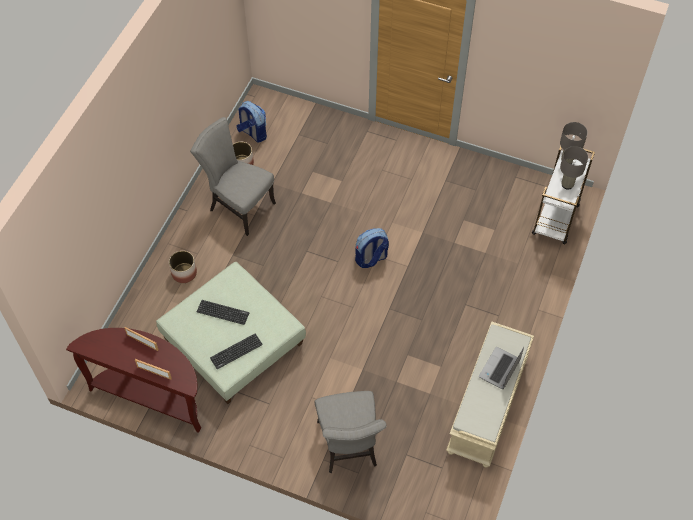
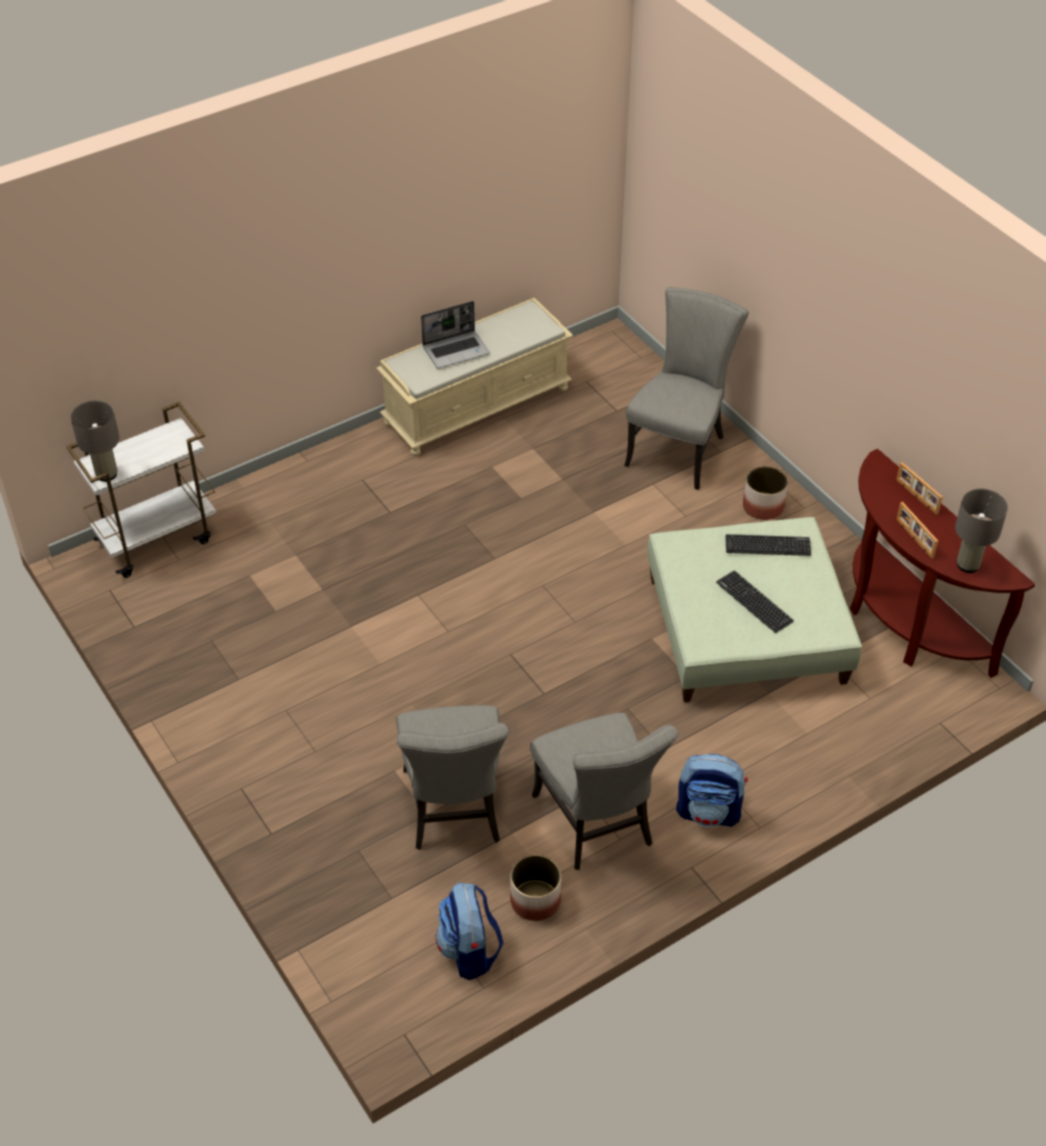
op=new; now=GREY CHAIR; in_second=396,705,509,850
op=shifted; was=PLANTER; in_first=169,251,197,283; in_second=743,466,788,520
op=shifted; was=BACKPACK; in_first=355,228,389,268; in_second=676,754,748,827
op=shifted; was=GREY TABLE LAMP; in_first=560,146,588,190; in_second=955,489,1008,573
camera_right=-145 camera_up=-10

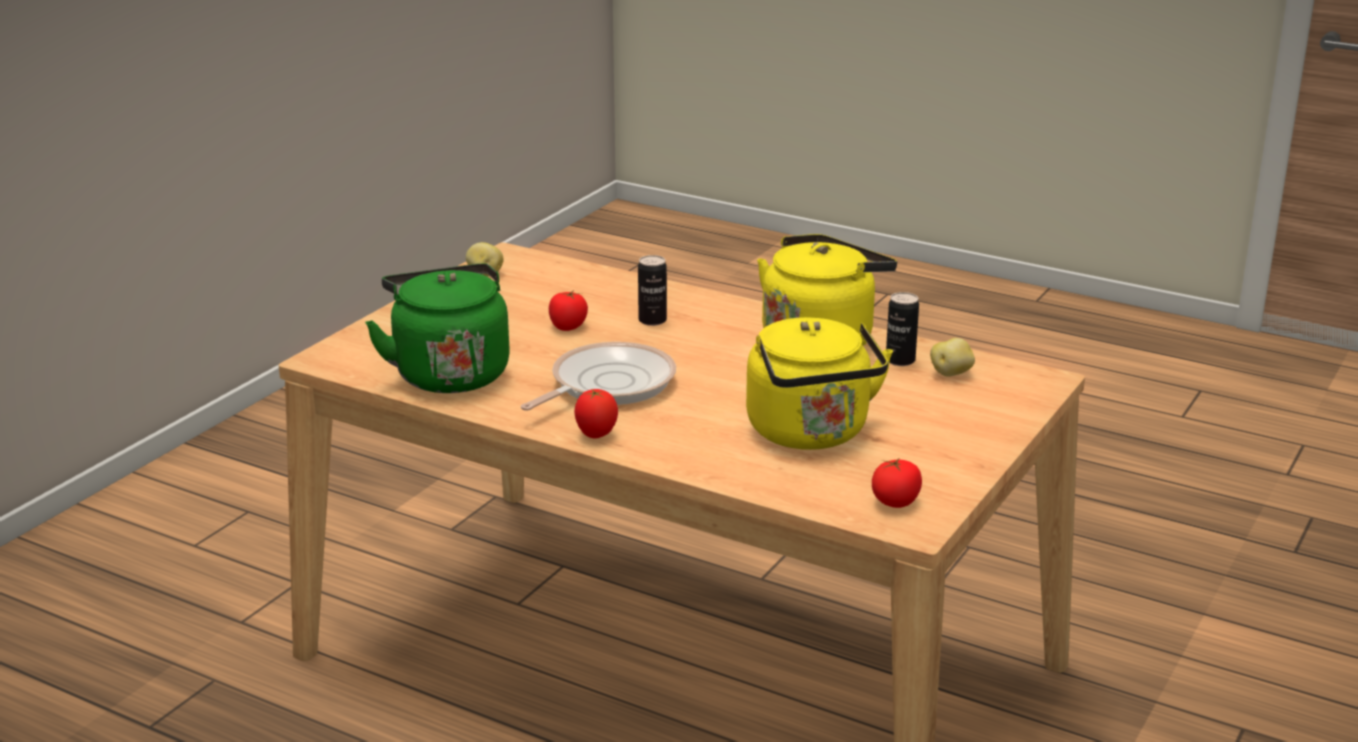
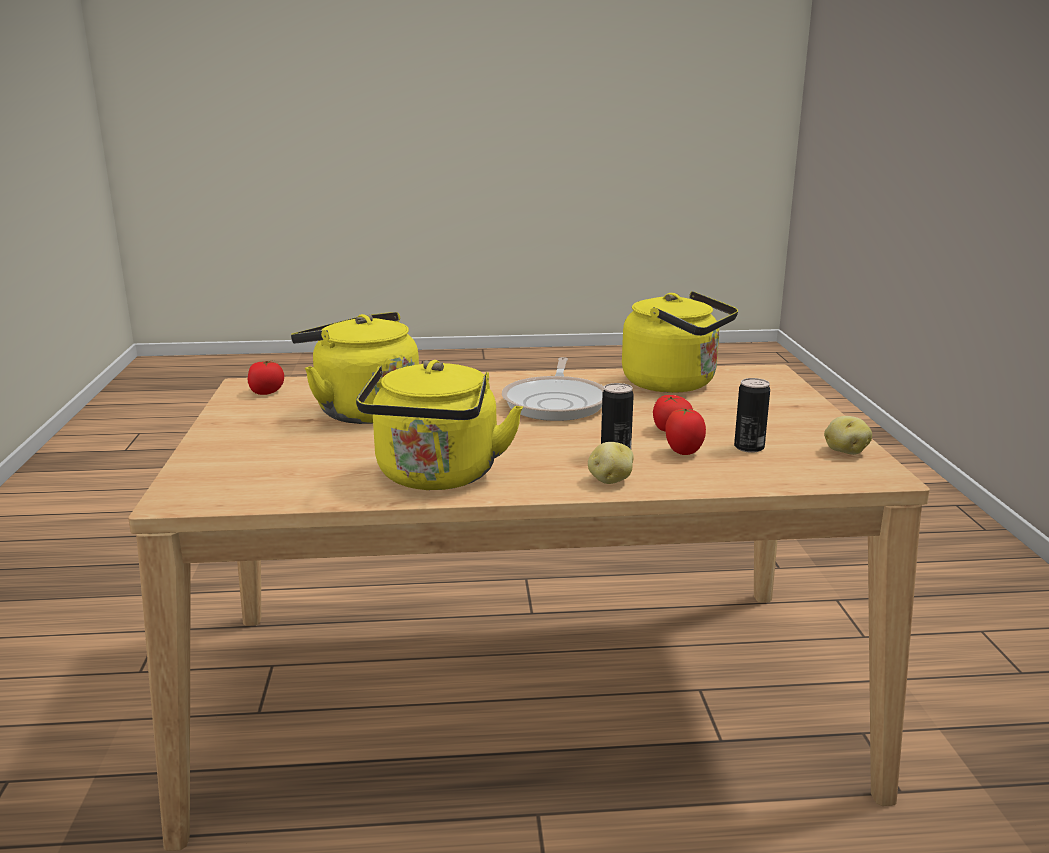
op=shifted; was=TOMATO; in_first=574,389,618,438; in_second=665,408,706,455
op=shifted; was=CAN; in_first=886,292,919,366; in_second=734,378,770,453
op=shifted; was=POTATO; in_first=930,338,975,376; in_second=588,442,634,484
op=repainted; was=GREEN KETTLE; now=YELLOW KETTLE; in_first=365,263,510,393; in_second=622,291,738,393
camera_right=145 camera_up=-5

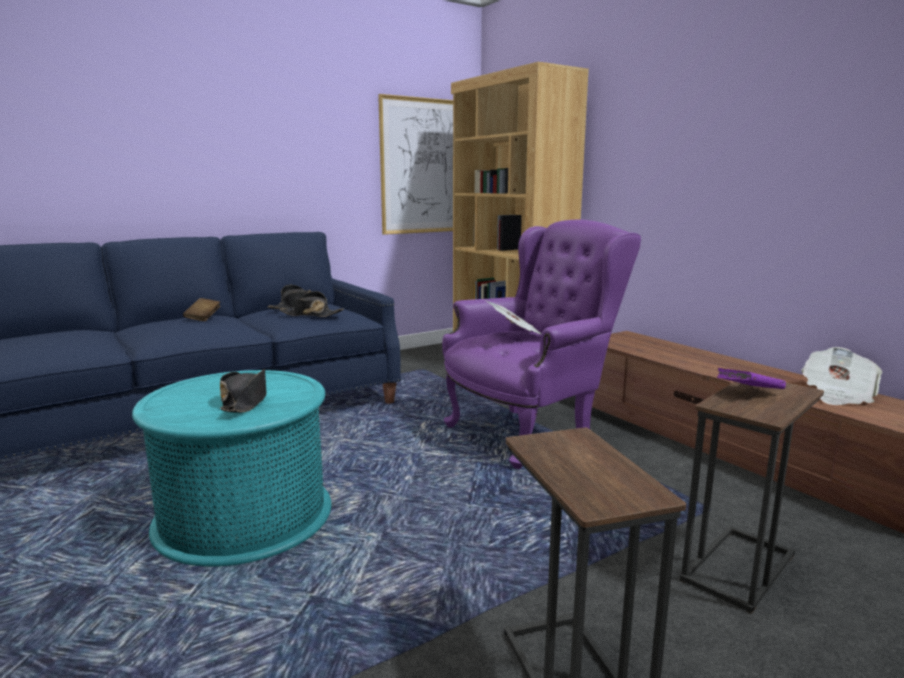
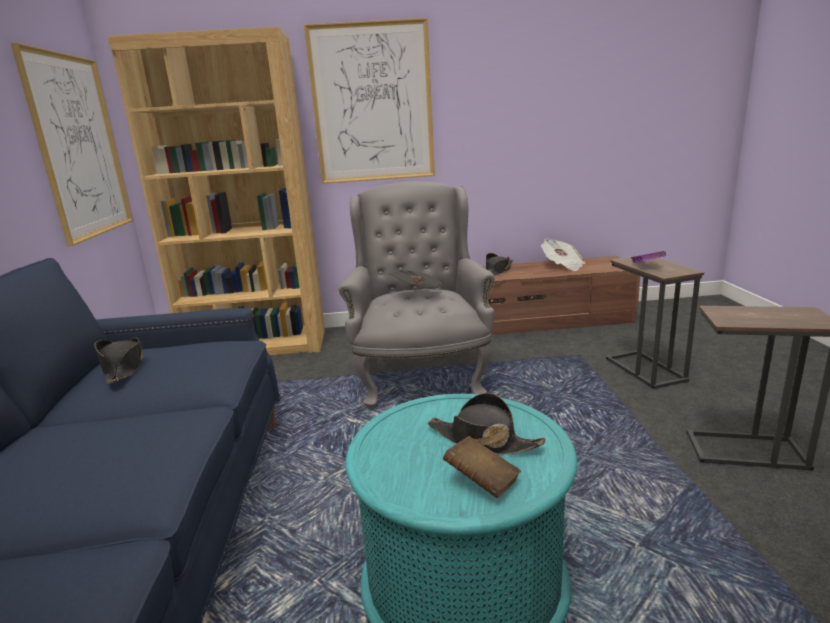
op=new; now=PICTURE; in_second=304,18,435,184
op=shifted; was=BROWN BOOK; in_first=183,298,220,321; in_second=443,436,521,498
op=shifted; was=BLACK HAT; in_first=280,291,344,317; in_second=486,253,513,275
op=repainted; was=PURPLE ARMCHAIR; now=GREY ARMCHAIR; in_first=442,220,641,469; in_second=338,182,495,409
camera_right=-60 camera_up=5

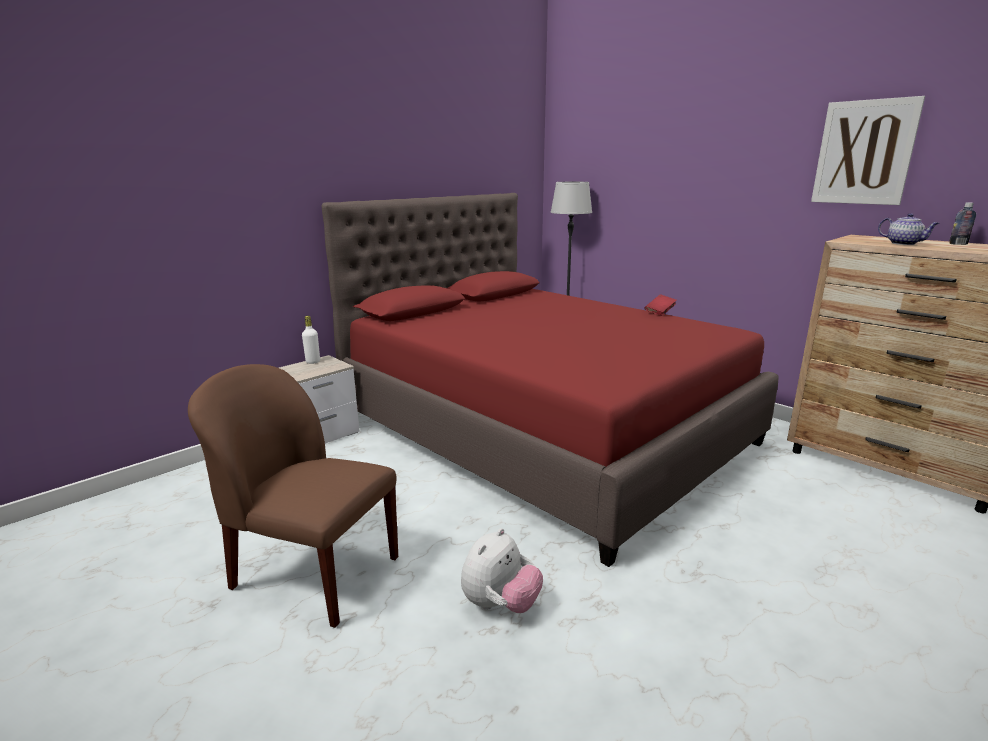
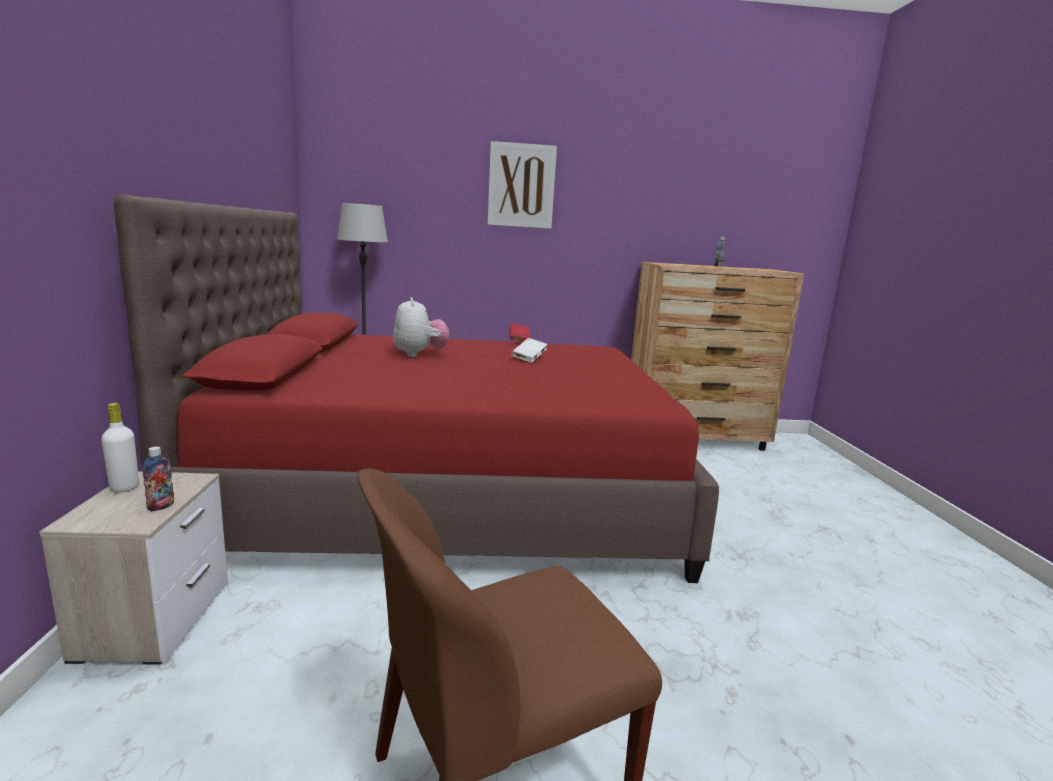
op=gone; was=TEAPOT; in_first=878,213,940,245
op=new; now=BOTTLE; in_second=142,447,174,511
op=new; now=WHITE BOOK; in_second=512,338,548,362
op=shifted; was=PLUSH TOY; in_first=461,528,543,613; in_second=393,297,449,357
op=shifted; was=PICTURE; in_first=811,96,925,205; in_second=488,141,557,229
camera_right=-50 camera_up=-5

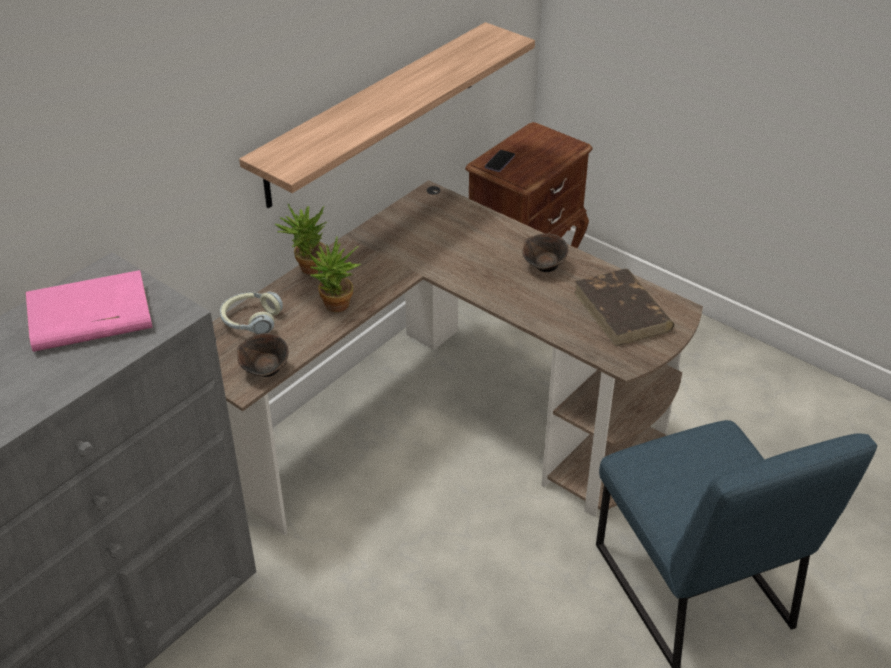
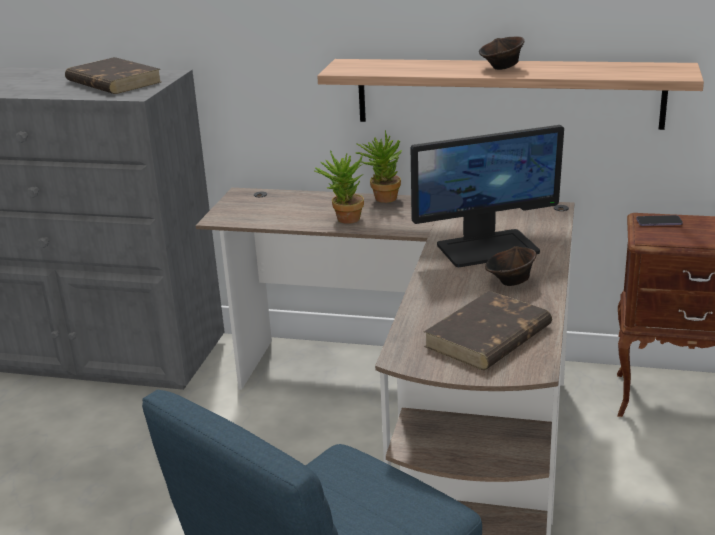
op=gone; was=HEADPHONES; in_first=220,292,283,334
op=new; now=MONITOR; in_second=411,125,564,267
op=shifted; was=BROWN BOWL; in_first=237,333,288,377; in_second=479,37,524,70
op=repainted; was=PINK BOOK; now=BROWN BOOK; in_first=25,270,153,352; in_second=65,57,161,94
camera_right=65 camera_up=-15

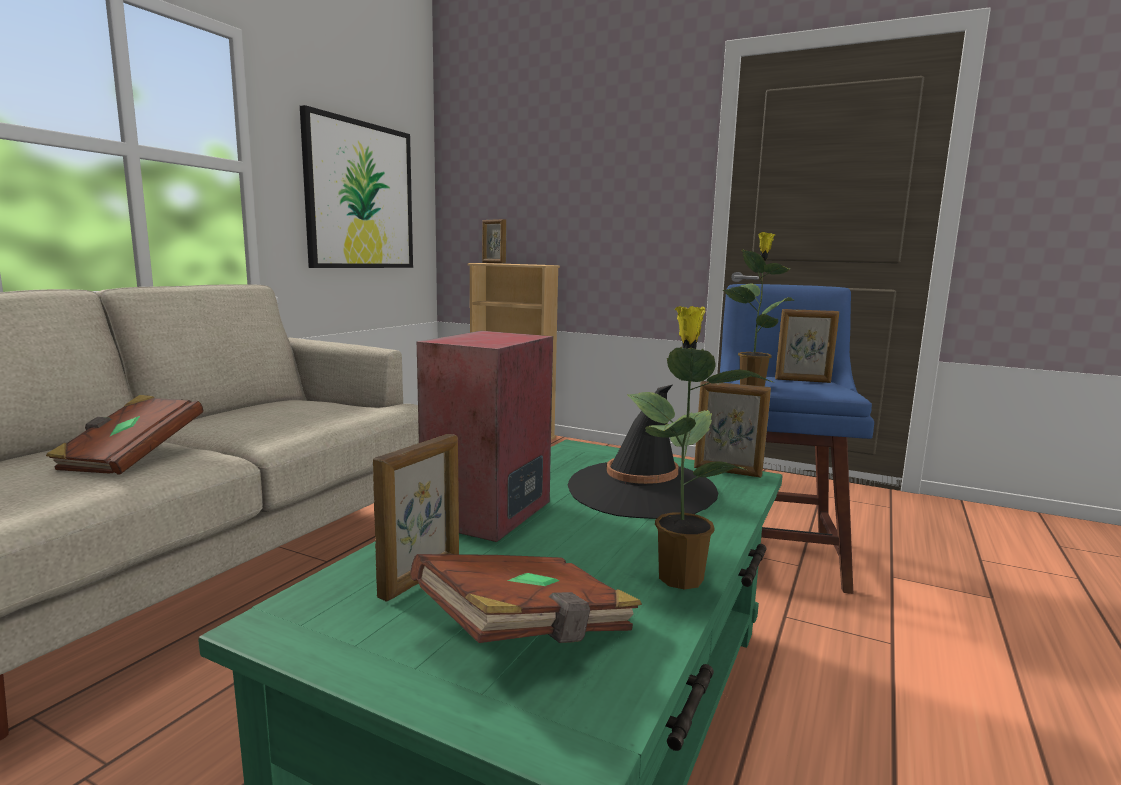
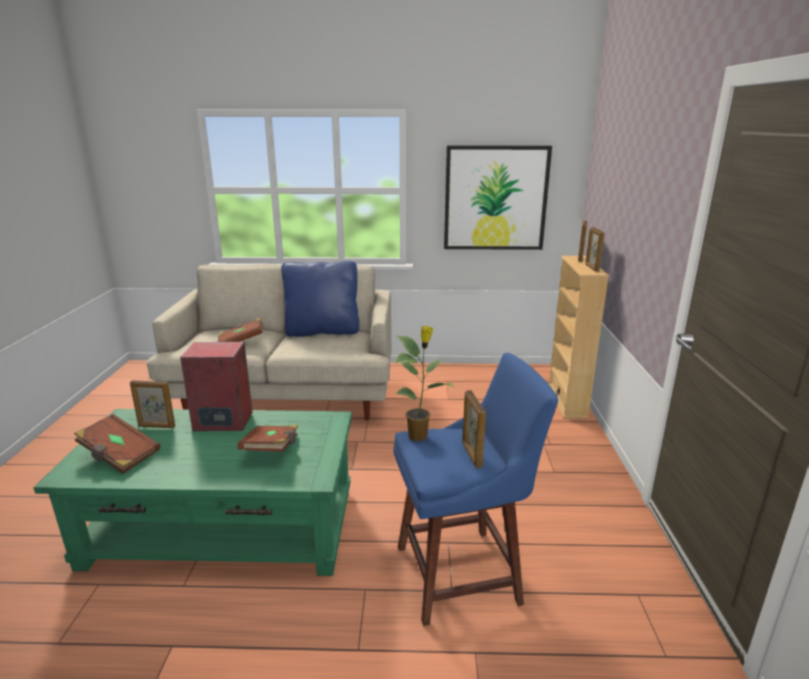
op=gone; was=POTTED PLANT; in_first=627,306,773,589
op=new; now=BLUE PILLOW; in_second=281,261,360,337
op=shifted; was=PICTURE FRAME; in_first=694,381,771,478; in_second=585,227,605,272
op=swapped; was=BLACK HAT; now=BROWN BOOK; in_first=567,384,718,519; in_second=238,425,298,452
camera_right=65 camera_up=10

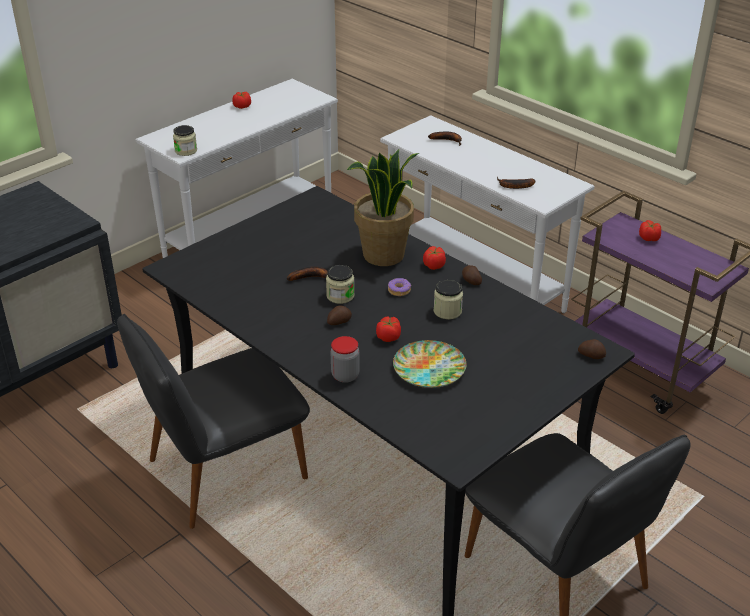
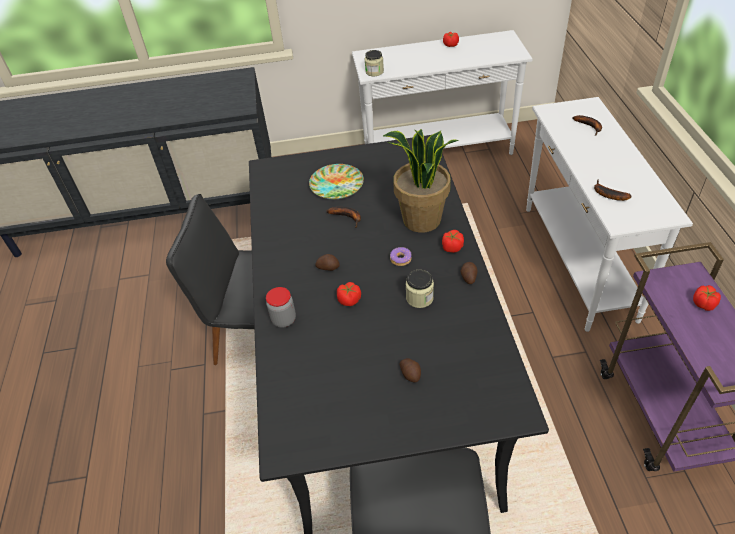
op=gone; was=JAR; in_first=326,265,355,304
op=shifted; was=PLATE; in_first=393,340,466,388; in_second=309,164,364,199
op=shifted; was=POTATO; in_first=578,339,606,359; in_second=400,358,421,382
camera_right=40 camera_up=10

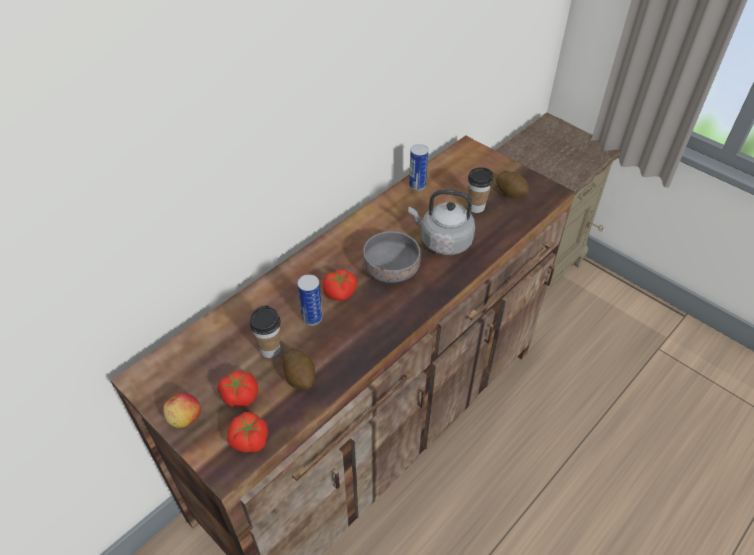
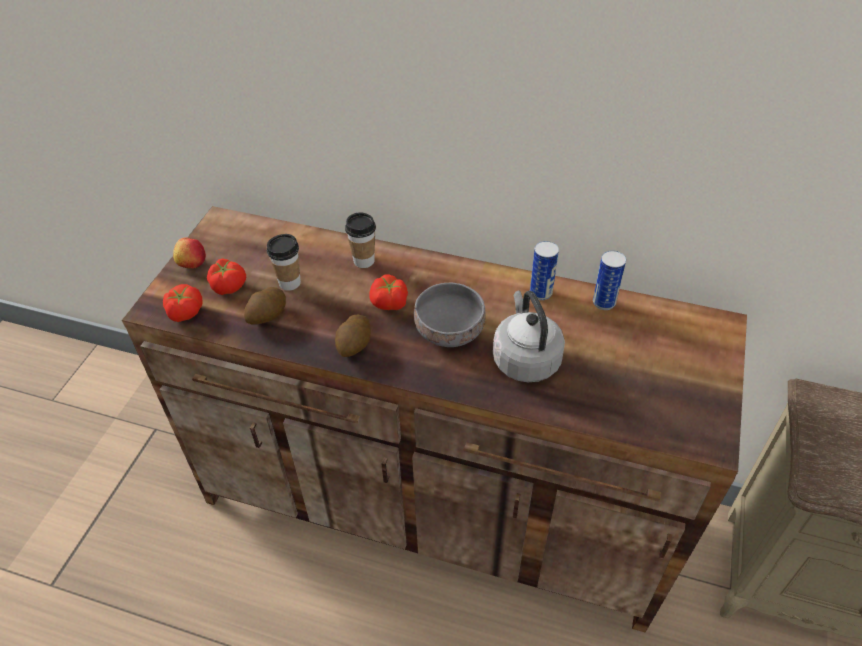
op=shifted; was=CAN; in_first=297,274,323,326; in_second=530,241,559,300
op=shifted; was=CUP; in_first=468,167,493,213; in_second=345,212,376,268
op=shifted; was=POTATO; in_first=496,171,529,198; in_second=335,315,371,357
camera_right=65 camera_up=0

